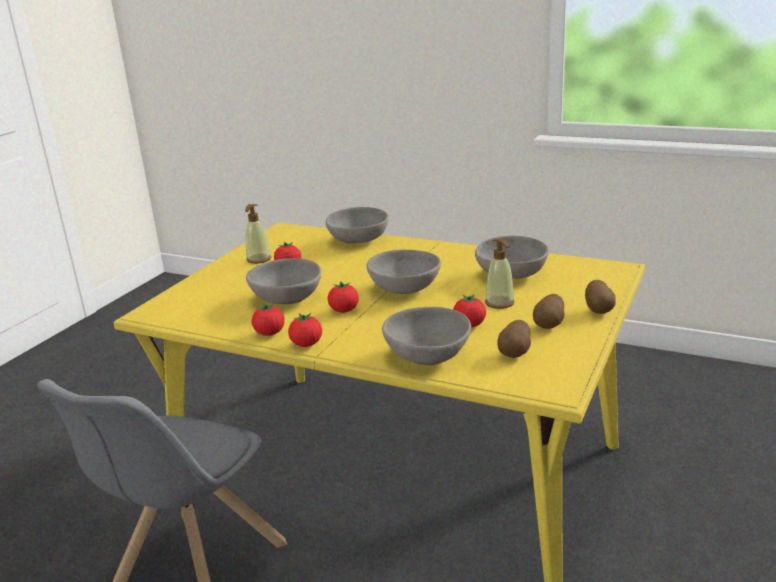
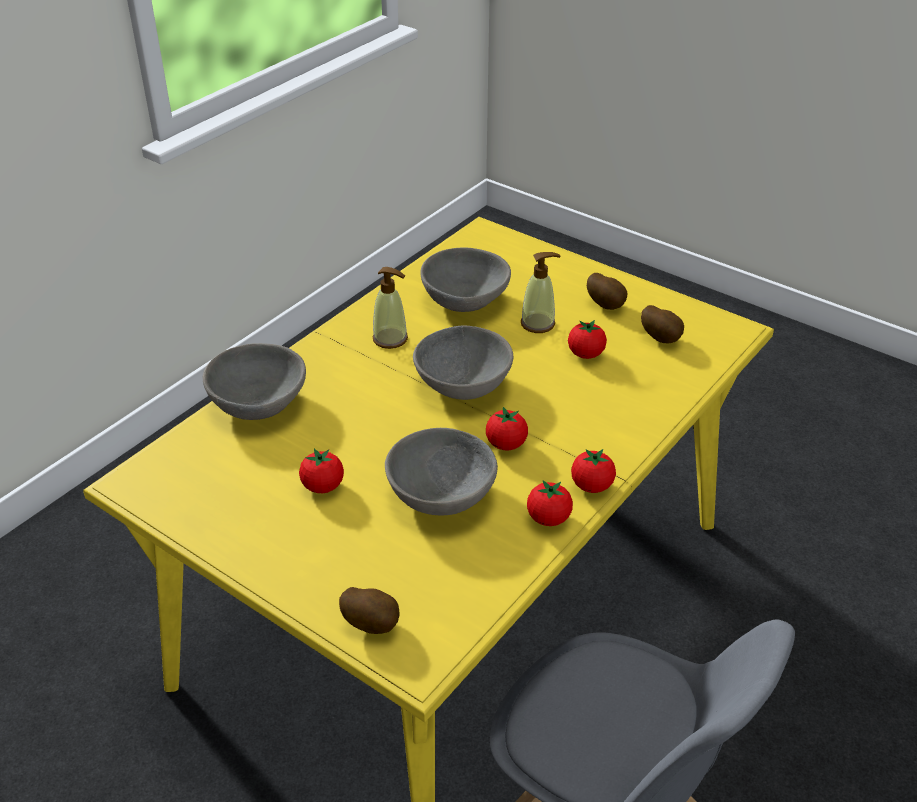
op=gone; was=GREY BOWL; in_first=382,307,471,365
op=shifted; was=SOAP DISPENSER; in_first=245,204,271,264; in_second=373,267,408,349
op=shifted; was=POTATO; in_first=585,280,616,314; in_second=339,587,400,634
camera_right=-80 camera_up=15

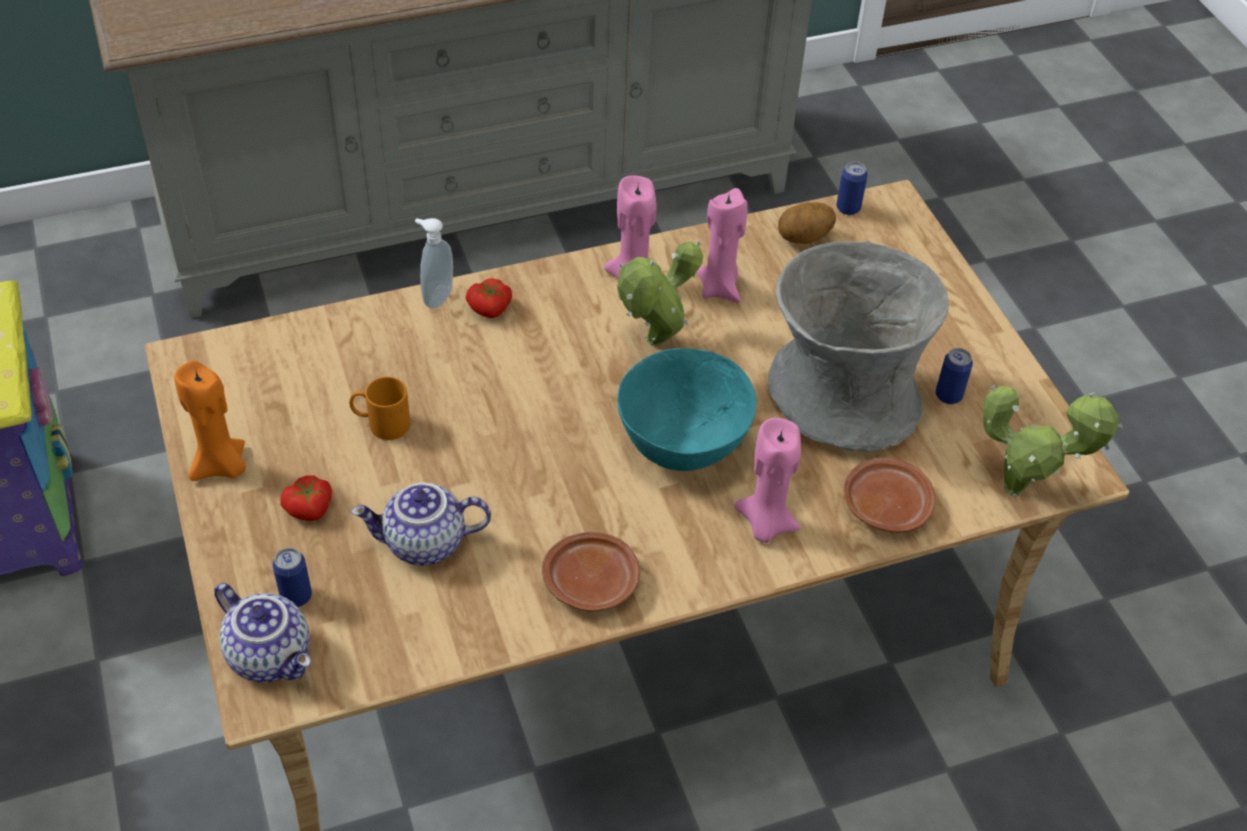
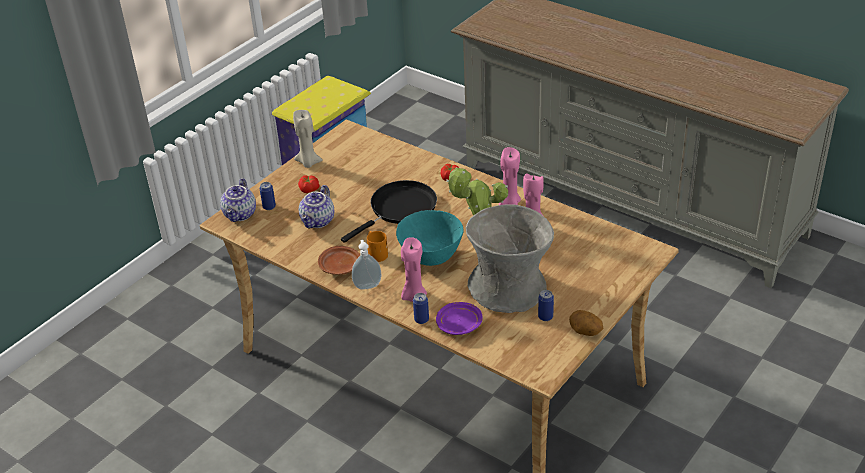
op=gone; was=POTTED PLANT; in_first=983,385,1123,498
op=new; now=BLACK FRYING PAN; in_second=341,180,437,243
op=shifted; was=ORANGE MUG; in_first=349,377,410,440; in_second=367,231,388,262
op=shifted; was=SOAP DISPENSER; in_first=415,218,453,309; in_second=352,240,381,290
op=shifted; was=POTATO; in_first=778,202,836,244; in_second=569,310,603,336
op=shifted; was=CAN; in_first=836,162,868,215; in_second=413,293,429,324
op=repainted; was=ORANGE CANDLE; now=BEIGE CANDLE; in_first=174,361,246,481; in_second=293,110,323,168
op=repainted; was=BROWN PLATE; now=PURPLE PLATE; in_first=844,457,936,533; in_second=436,302,483,335
op=rotated; was=TEAPOT; in_first=351,483,491,565; in_second=299,185,334,228; clockwise=-120
camera_right=60 camera_up=-10

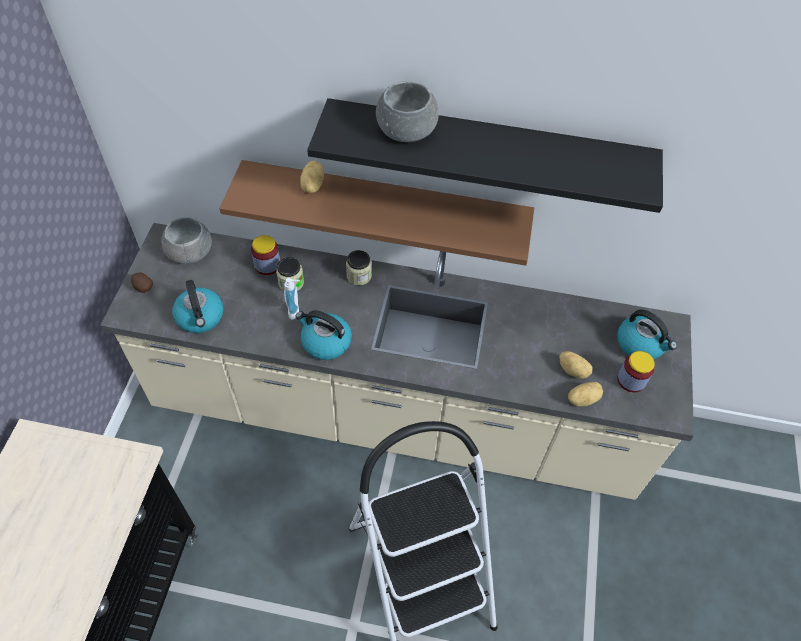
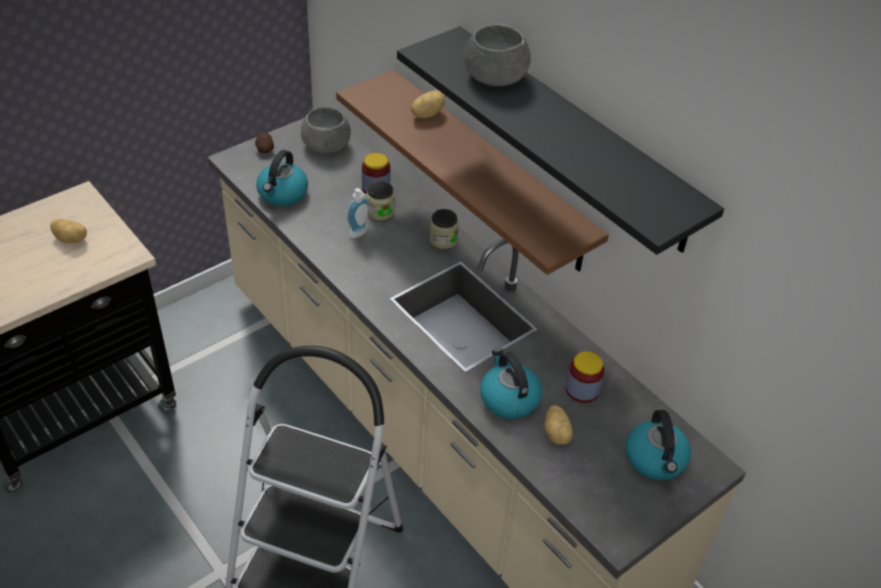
op=shifted; was=KETTLE; in_first=295,310,352,360; in_second=480,348,542,419
op=shifted; was=POTATO; in_first=568,382,603,406; in_second=50,219,87,243
op=shifted; was=JAR; in_first=617,351,655,392; in_second=566,351,604,403
camera_right=40 camera_up=-10

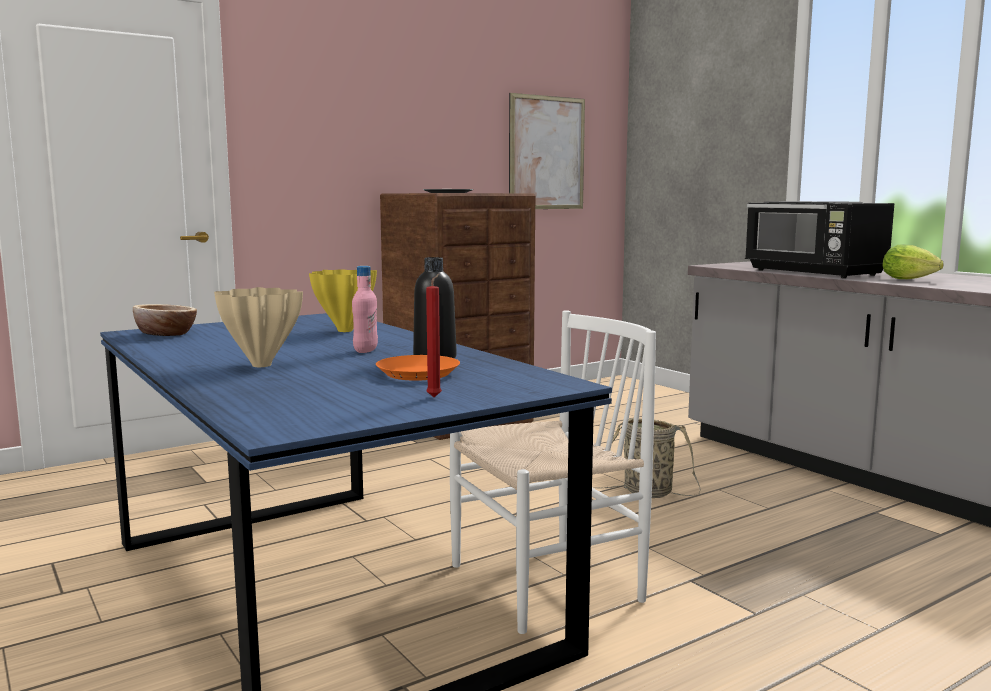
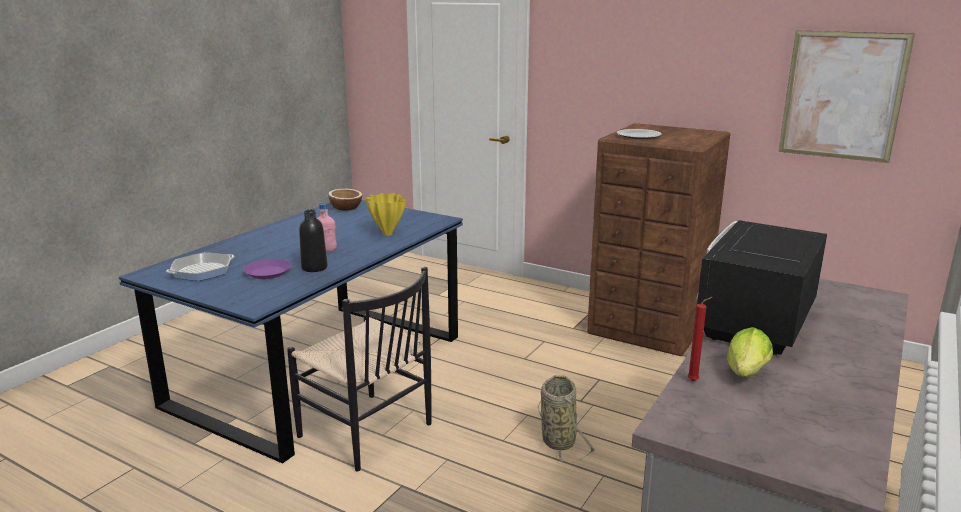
op=gone; was=BEIGE VASE; in_first=214,287,303,367
op=new; now=FRYING PAN; in_second=166,252,234,281
op=shifted; was=RED CANDLE; in_first=426,274,442,397; in_second=687,297,713,381
op=repainted; was=ORANGE PLATE; now=PURPLE PLATE; in_first=376,355,460,381; in_second=243,259,291,279
op=repainted; was=WHITE CHAIR; now=BLACK CHAIR; in_first=450,310,656,634; in_second=287,267,431,472
camera_right=65 camera_up=10

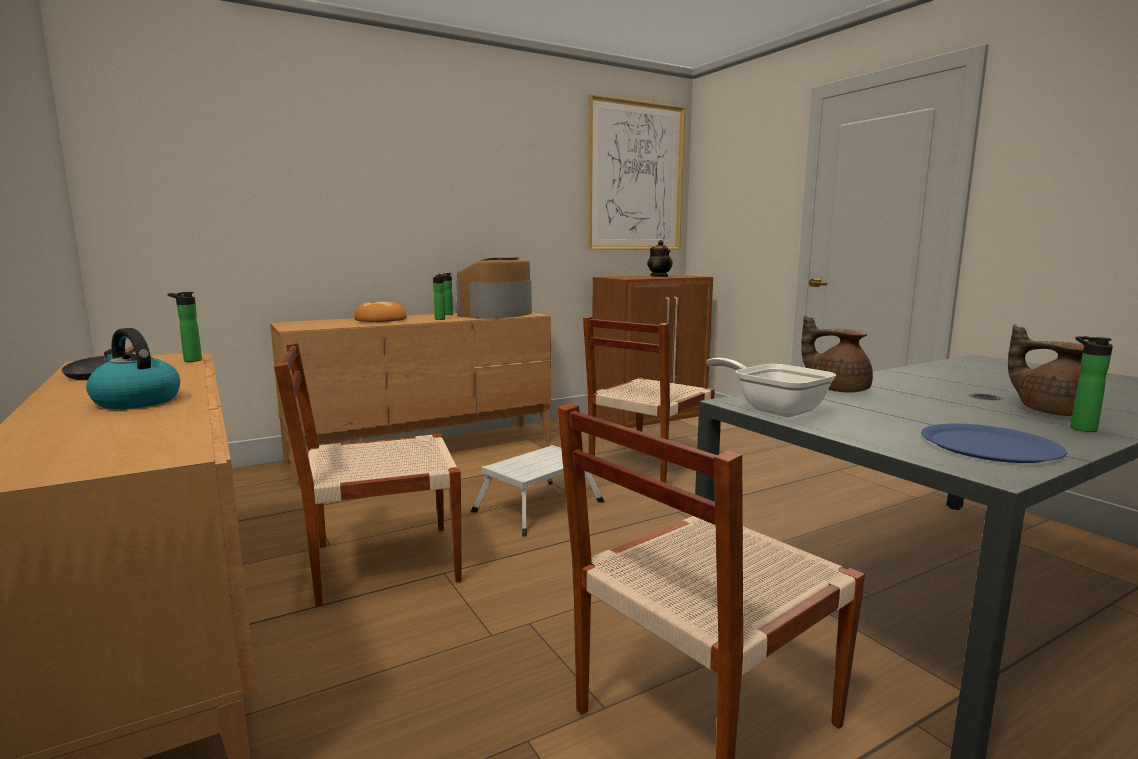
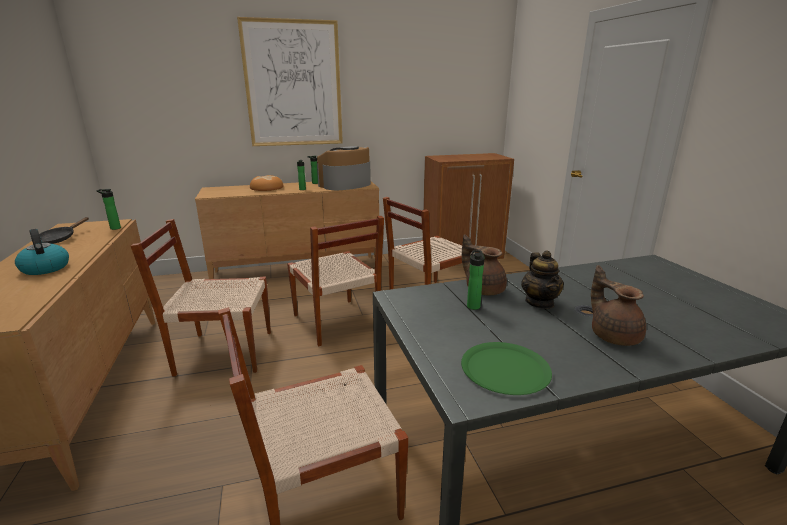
op=gone; was=FRYING PAN; in_first=706,358,836,417
op=shifted; was=PICTURE; in_first=588,94,685,250; in_second=237,17,343,146
op=shifted; was=TEAPOT; in_first=647,240,673,277; in_second=521,250,564,309
op=shifted; was=BOTTLE; in_first=1070,336,1113,432; in_second=467,250,484,310
op=swapped; was=WHITE STEP LADDER; now=CHAIR; in_first=470,445,604,537; in_second=287,216,384,346
op=repainted; was=BLUE PLATE; now=GREEN PLATE; in_first=921,424,1067,463; in_second=461,342,552,395
camera_right=15 camera_up=10

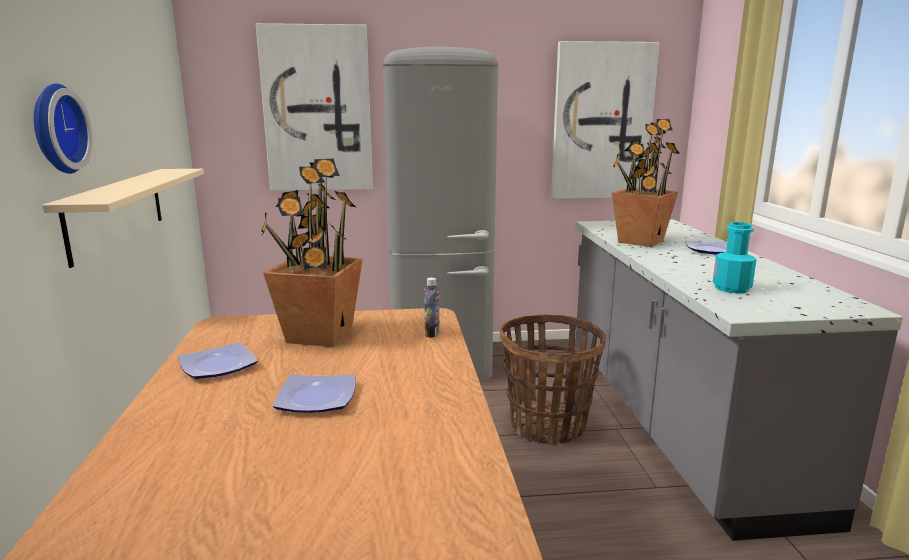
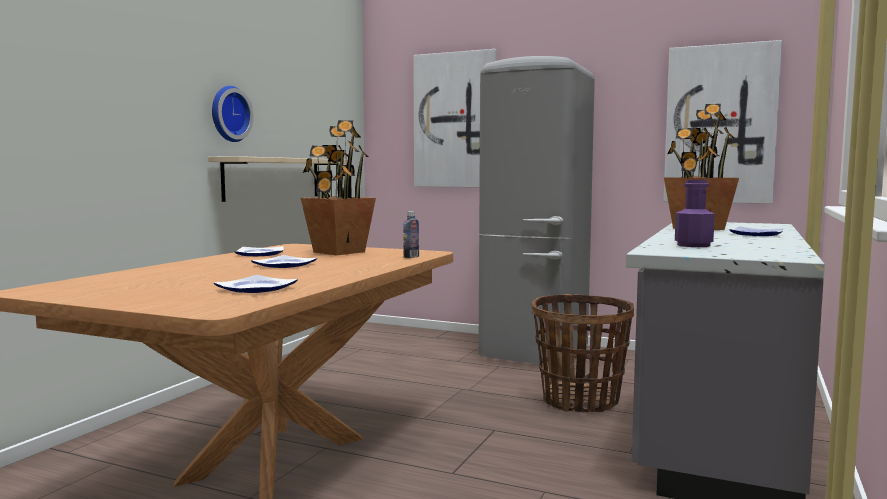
op=new; now=PLATE; in_second=214,275,298,293
op=repainted; was=TURQUOISE BOTTLE; now=PURPLE BOTTLE; in_first=713,222,757,293; in_second=675,180,715,247
camera_right=30 camera_up=-10

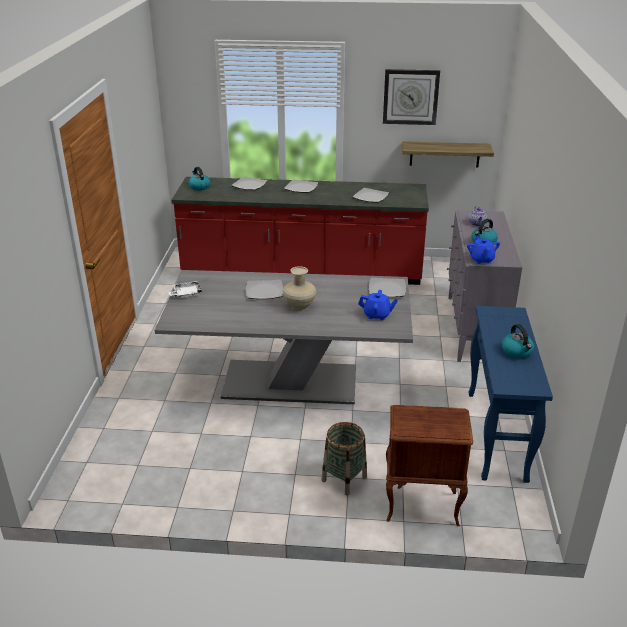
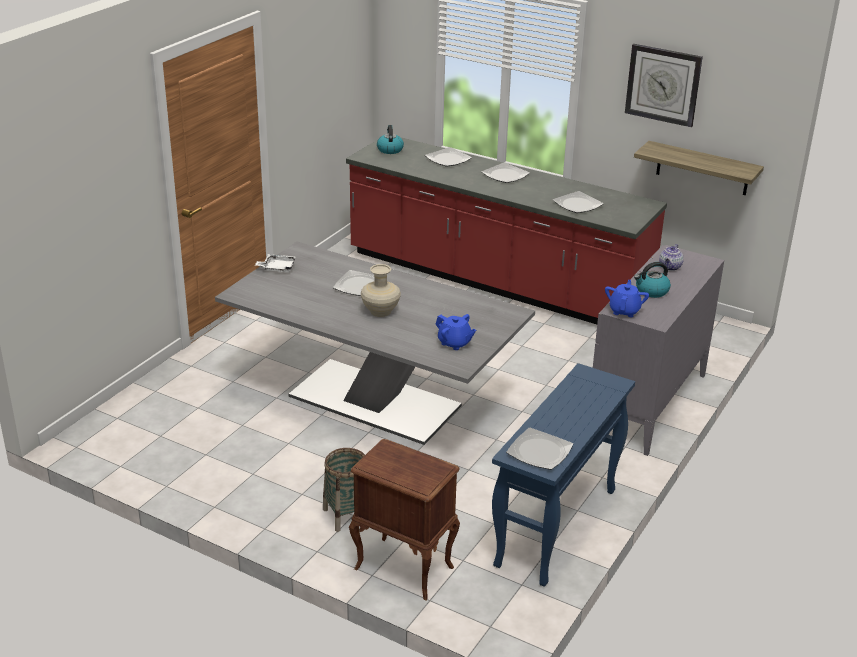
op=gone; was=KETTLE; in_first=501,324,534,359
op=shifted; was=PLATE; in_first=369,278,406,297; in_second=506,428,573,470
camera_right=25 camera_up=0

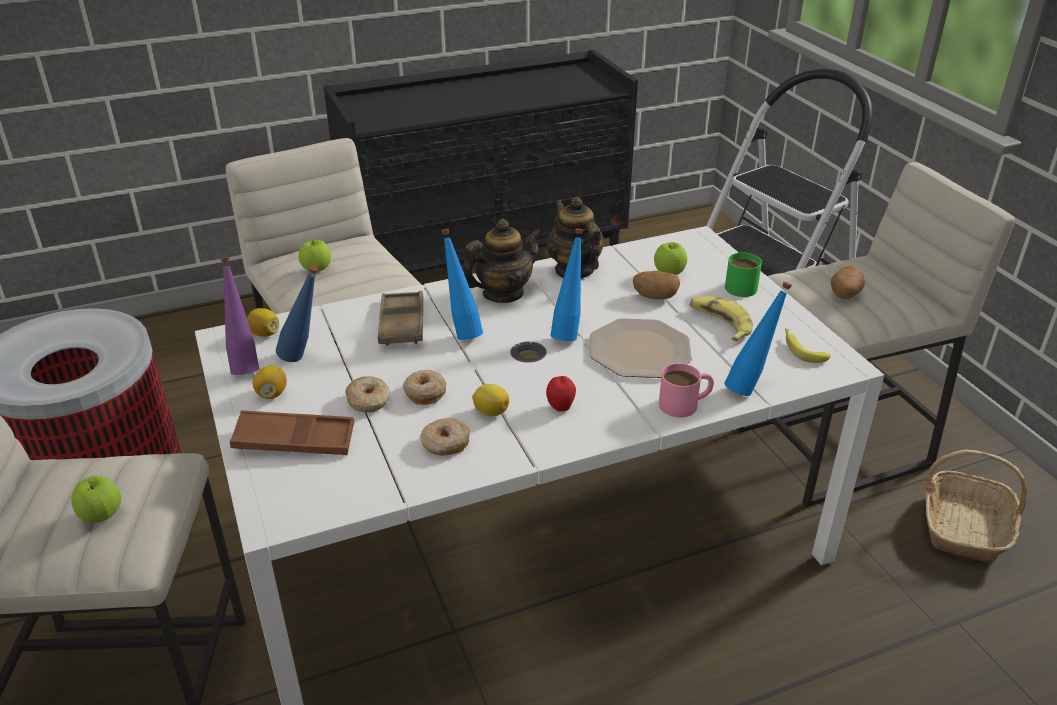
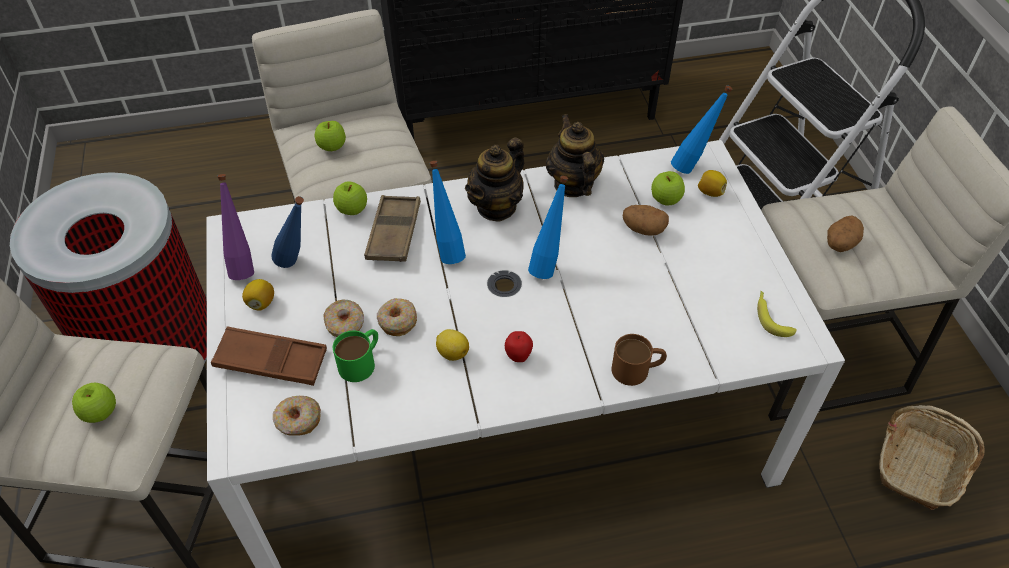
op=gone; was=PLATE; in_first=590,318,692,378
op=gone; was=BANANA; in_first=689,296,753,342
op=new; now=APPLE; in_second=333,181,367,215
op=shifted; was=LEMON; in_first=247,308,279,337; in_second=698,170,727,197
op=shifted; was=DONUT; in_first=420,418,470,455; in_second=273,396,321,436
op=shifted; was=GREEN MUG; in_first=725,252,762,297; in_second=333,329,378,382
op=shifted; was=BLUE BOTTLE; in_first=725,281,792,396; in_second=671,85,732,174
op=repainted; was=PINK MUG; now=BROWN MUG; in_first=659,363,714,418; in_second=611,334,667,386
op=rotated; was=TEAPOT; in_first=464,219,542,303; in_second=465,137,525,222; clockwise=150
camera_right=10 camera_up=15

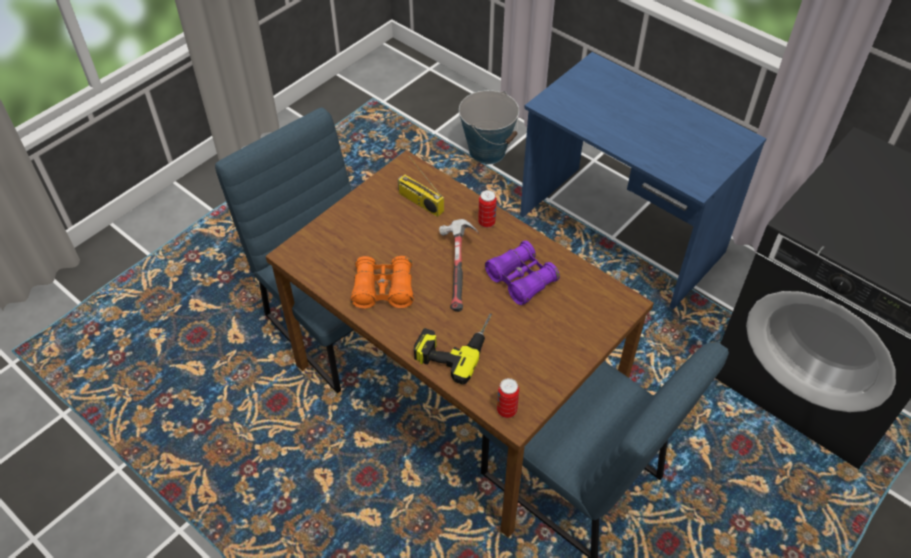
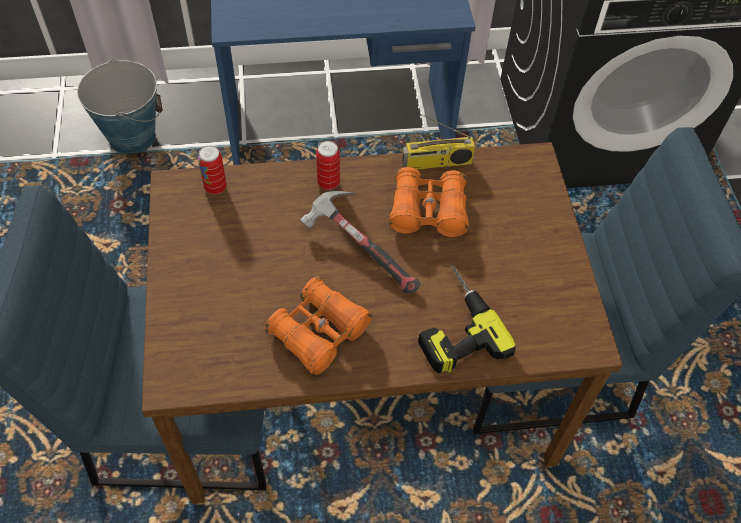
op=shifted; was=RADIO; in_first=398,156,444,217; in_second=402,114,475,170
op=shifted; was=CAN; in_first=497,378,519,418; in_second=198,145,227,195
op=repainted; was=PURPLE BINOCULARS; now=ORANGE BINOCULARS; in_first=485,241,560,305; in_second=389,167,469,237
camera_right=-50 camera_up=5

